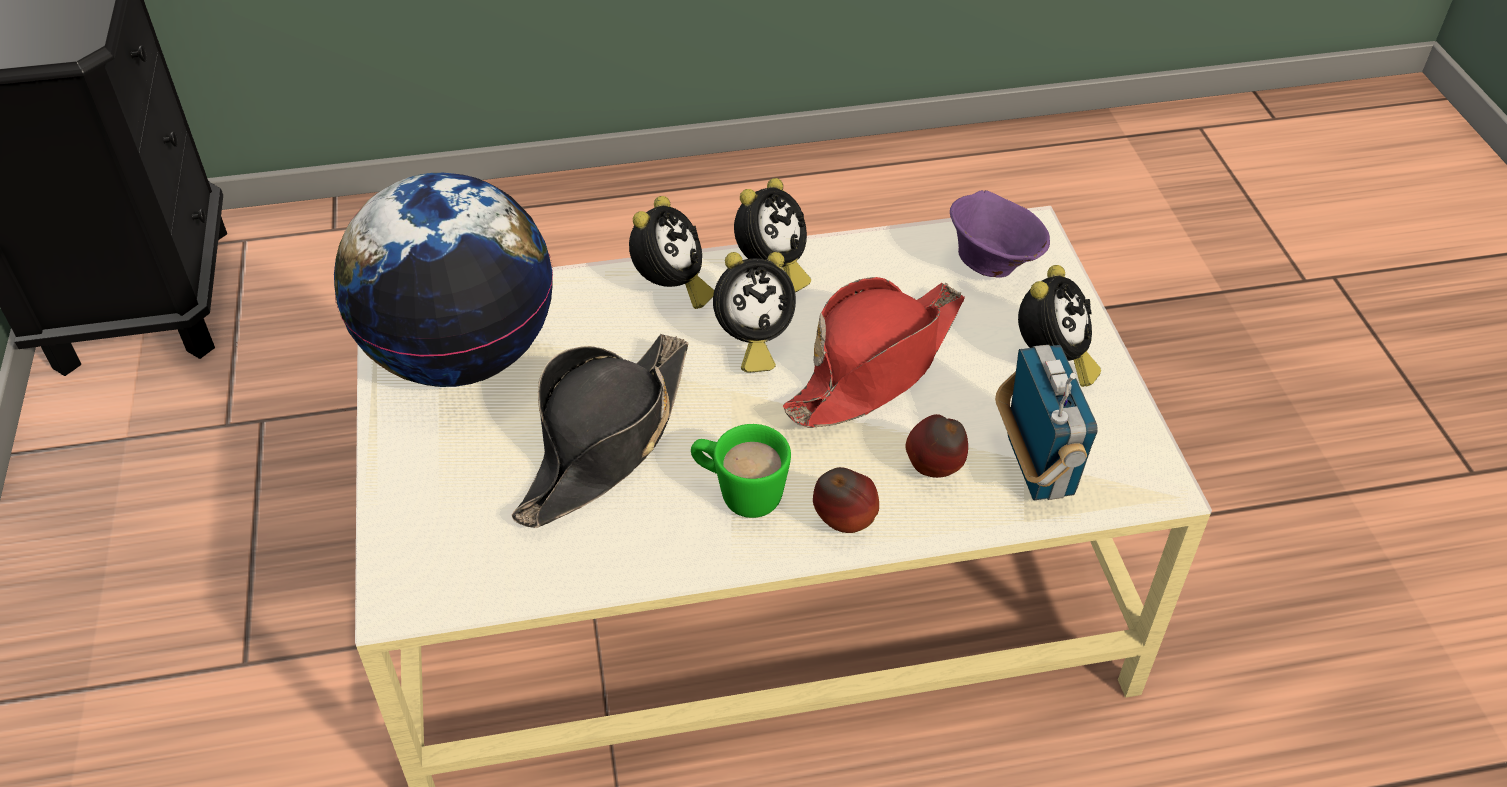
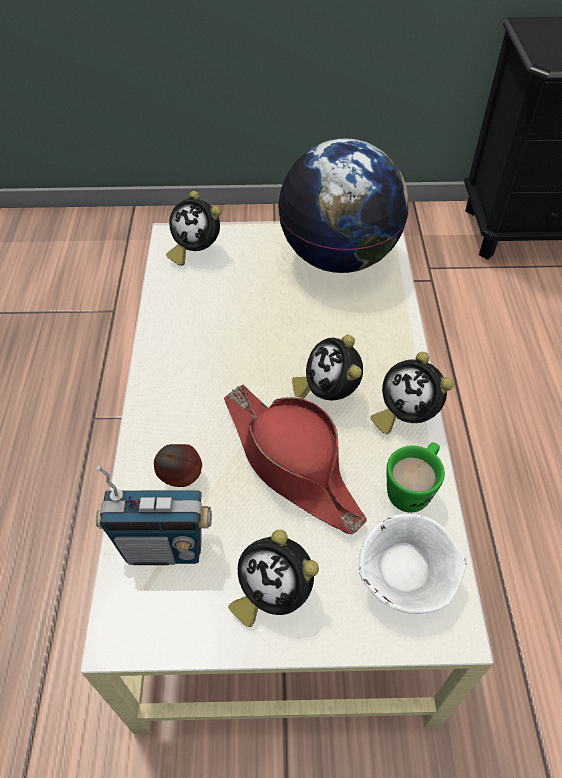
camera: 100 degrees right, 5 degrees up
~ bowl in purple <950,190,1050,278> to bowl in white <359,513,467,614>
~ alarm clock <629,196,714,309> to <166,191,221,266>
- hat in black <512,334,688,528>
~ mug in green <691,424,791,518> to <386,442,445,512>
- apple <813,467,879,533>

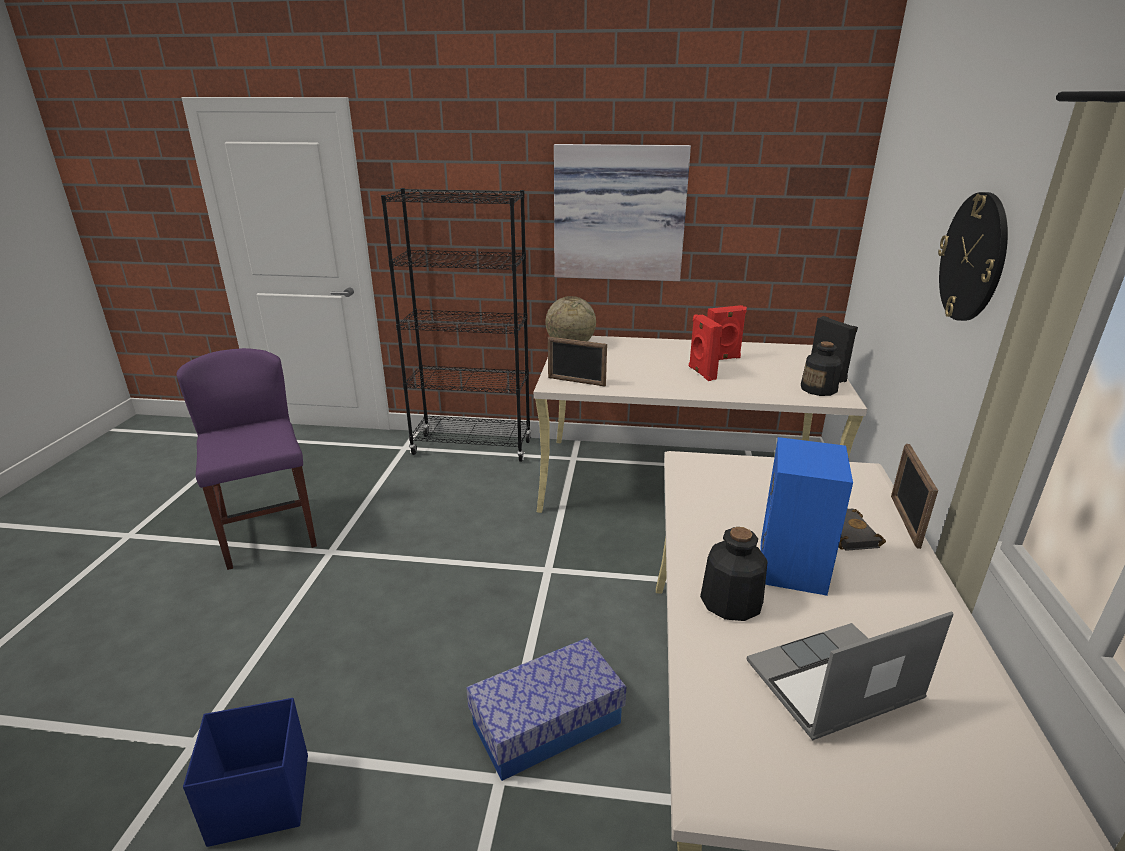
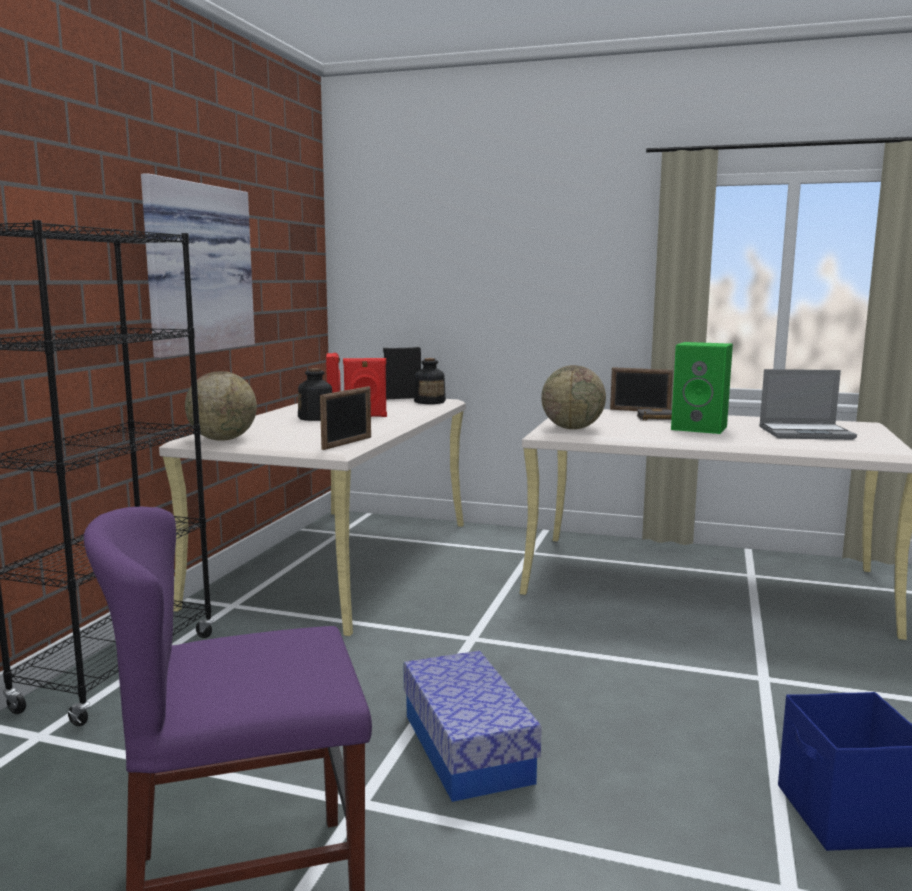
camera: 80 degrees left, 15 degrees down
- wall clock <938,192,1008,321>
~ speaker in blue <760,437,853,596> to speaker in green <671,342,733,434>
~ bottle <700,527,768,621> to <298,368,332,421>
~ laptop <746,611,954,740> = <759,369,857,440> 75 degrees counterclockwise
~ storage box <466,638,626,781> to <404,651,542,802>
+ globe <541,365,606,429>

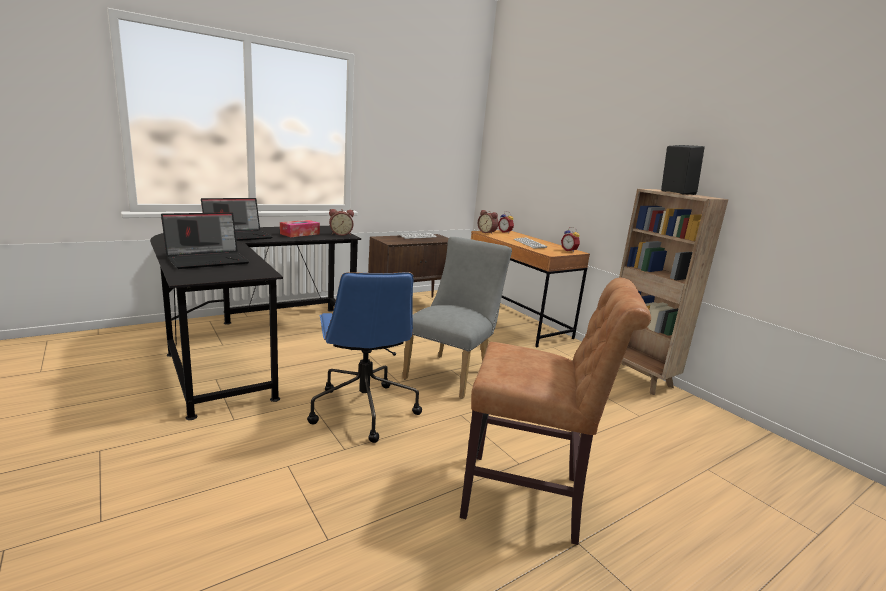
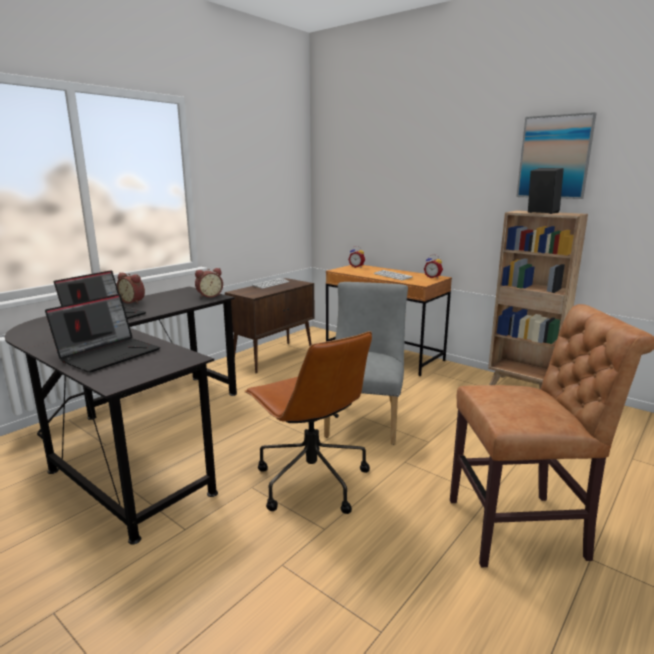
camera: 15 degrees left, 0 degrees up
~ alarm clock <478,210,499,234> to <116,273,145,304>
- tissue box <280,220,320,237>
~ office chair in blue <307,272,422,443> to office chair in brown <245,331,372,514>
+ picture <516,112,597,199>

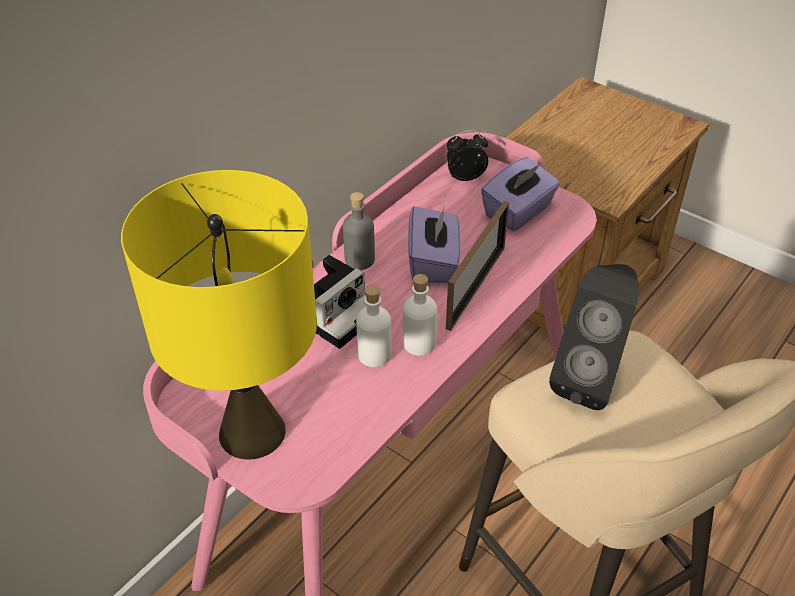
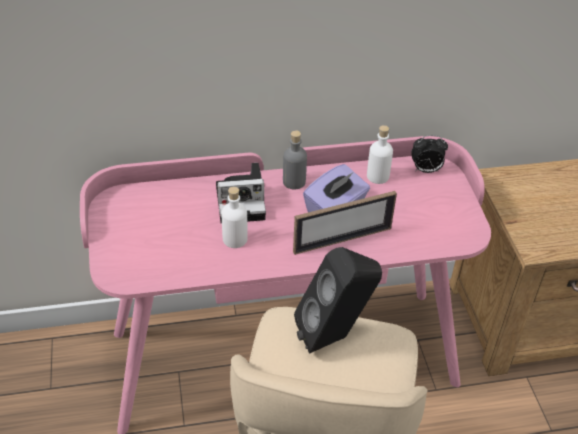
camera: 40 degrees right, 0 degrees up
~ alarm clock <447,130,488,181> = <411,135,448,173> 150 degrees clockwise
- tissue box in purple <481,157,560,231>
- table lamp in yellow <121,170,317,460>
~ bottle in white <403,274,437,356> to <367,125,393,184>

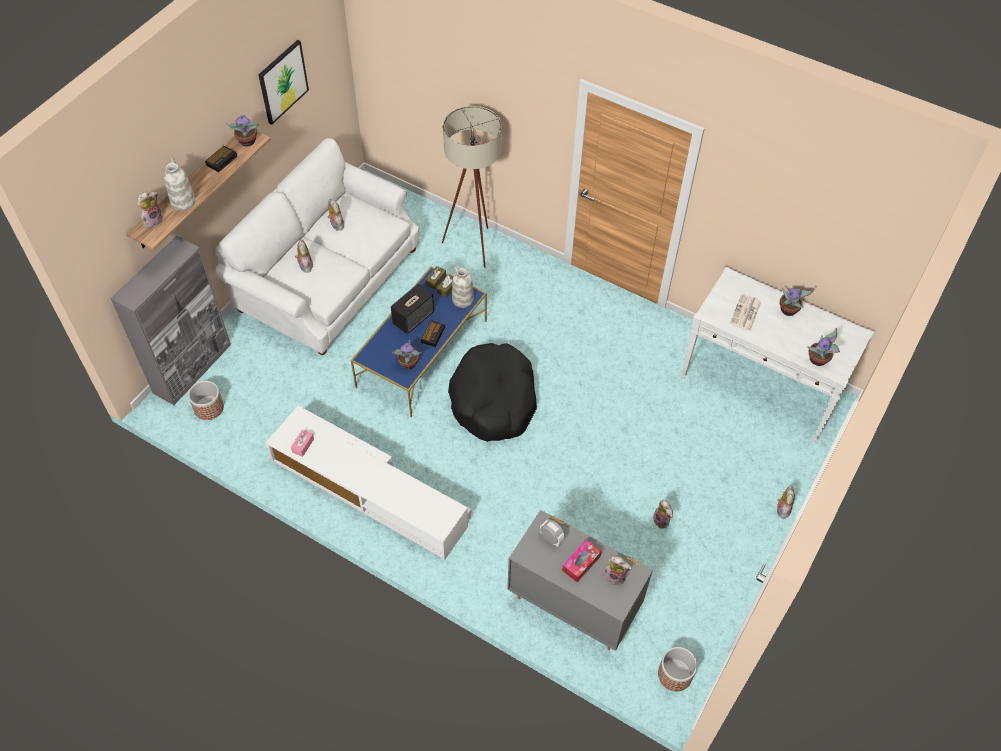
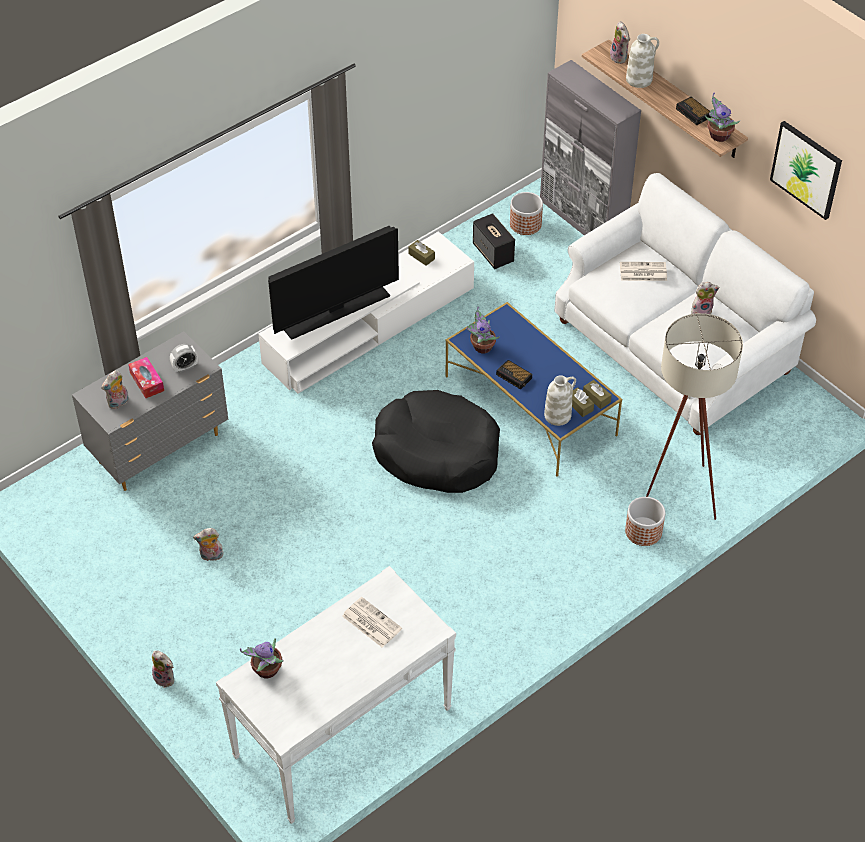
camera: 110 degrees right, 5 degrees down
~ plush toy <295,239,313,273> to newspaper <620,262,667,281>
~ speaker <391,284,434,334> to <473,213,515,269>
- potted plant <780,288,814,316>
~ tissue box in pink <291,430,314,457> to tissue box in brown <408,240,435,266>
~ planter <658,647,697,691> to <625,497,665,546>
+ television <268,226,399,340>

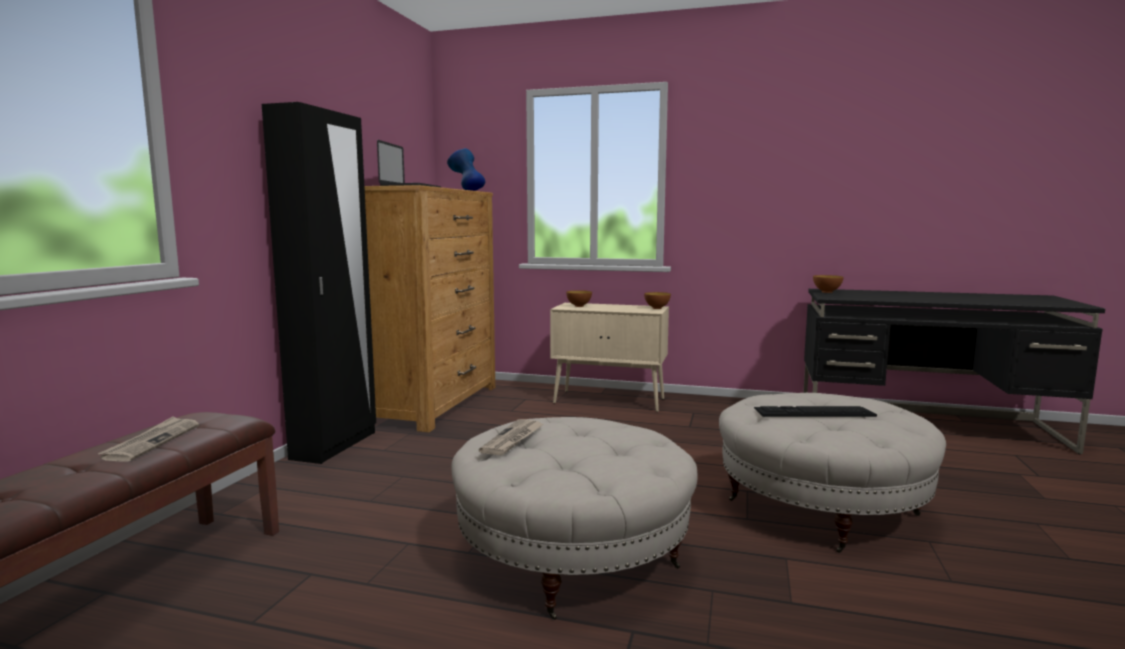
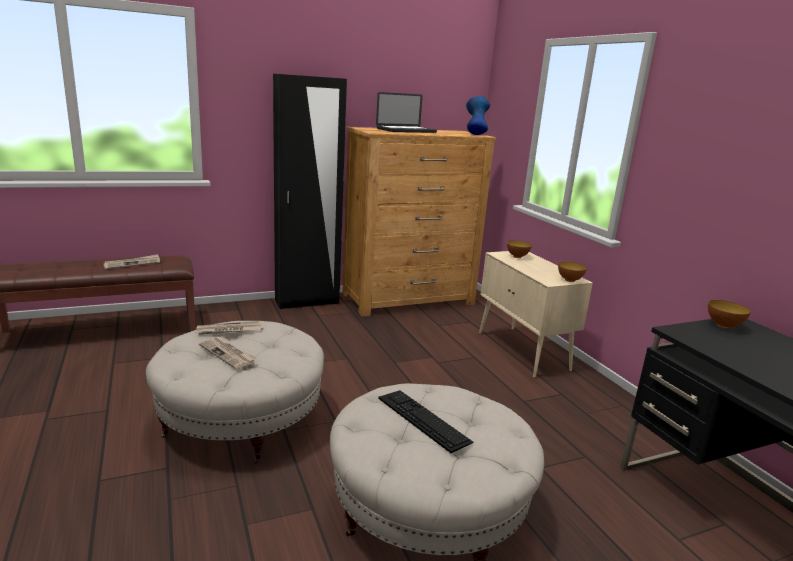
camera: 50 degrees right, 10 degrees up
+ newspaper <199,337,256,369>

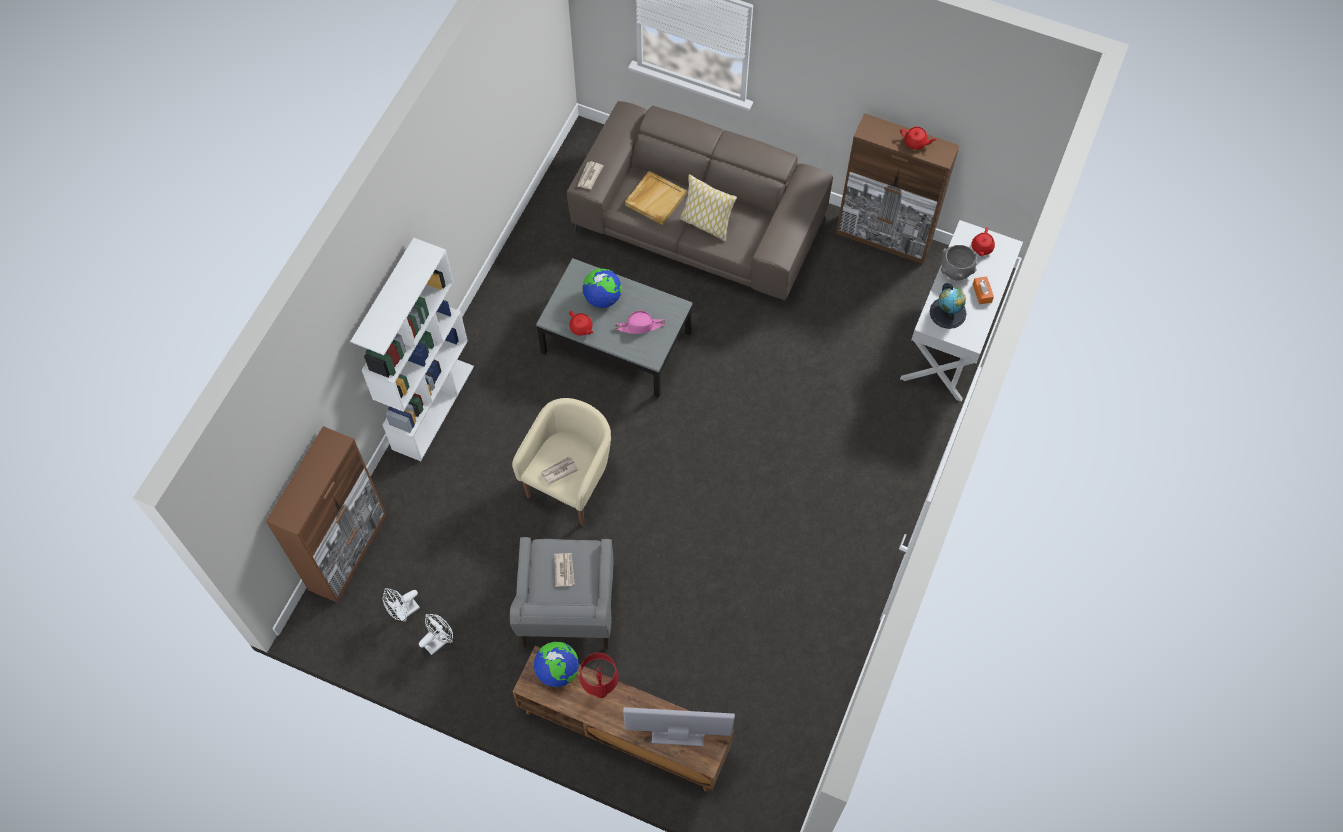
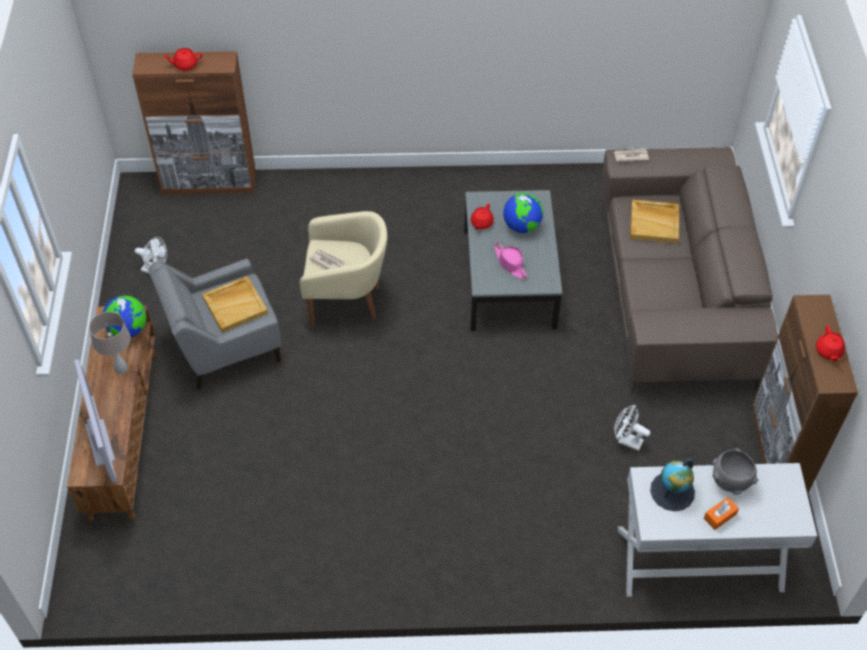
camera: 65 degrees right, 10 degrees down
- pillow <680,174,737,241>
~ teapot in red <971,227,995,256> to <164,48,202,70>
- bookcase in white <350,238,474,461>
~ newspaper <554,553,575,587> to tray in beige <202,276,268,333>
~ fan in white <383,588,420,622> to <614,405,650,451>
~ table lamp in red <580,653,619,698> to table lamp in beige <89,312,131,374>

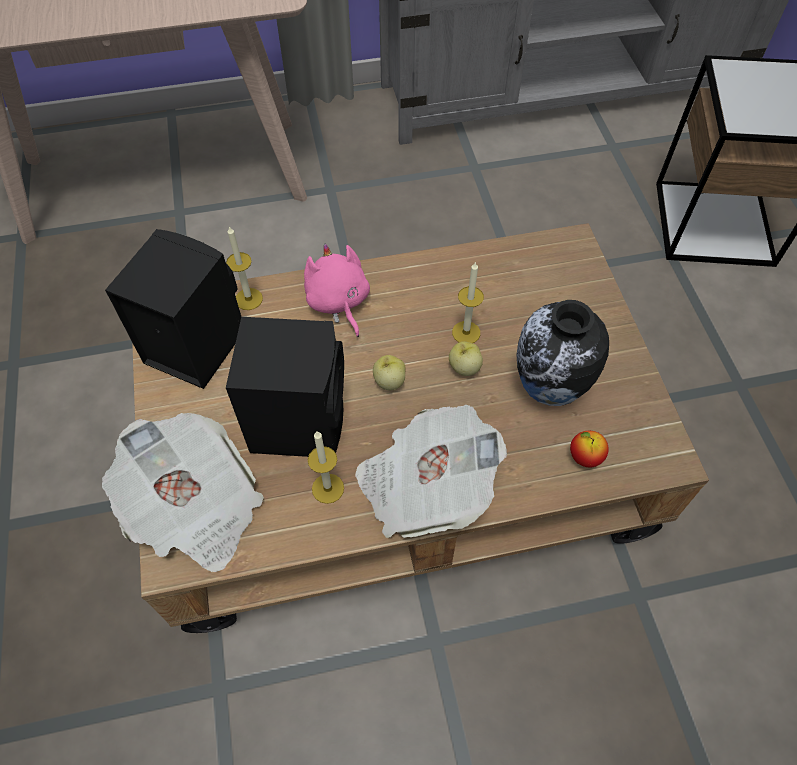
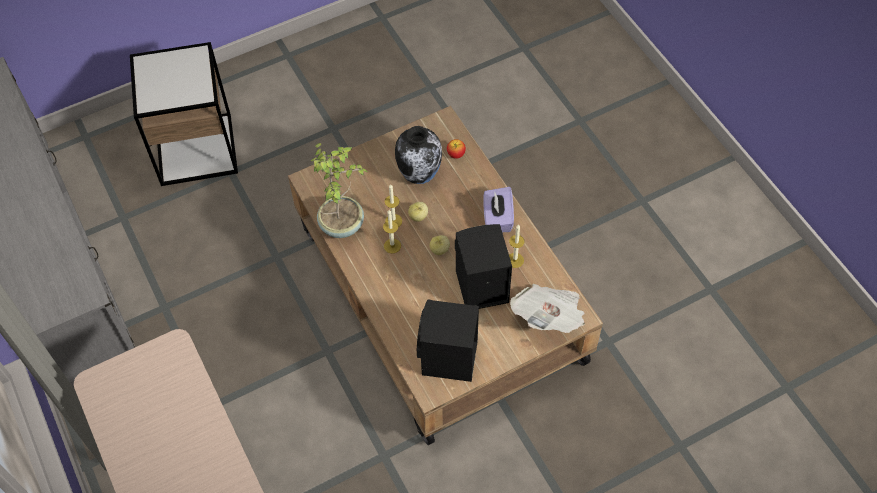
camera: 105 degrees left, 0 degrees up
~ candle <226,226,263,310> to <383,210,401,254>
- plush toy in pink <304,244,370,337>
~ newspaper <355,405,507,538> to tissue box in purple <483,187,514,232>
+ potted plant <311,143,367,238>

